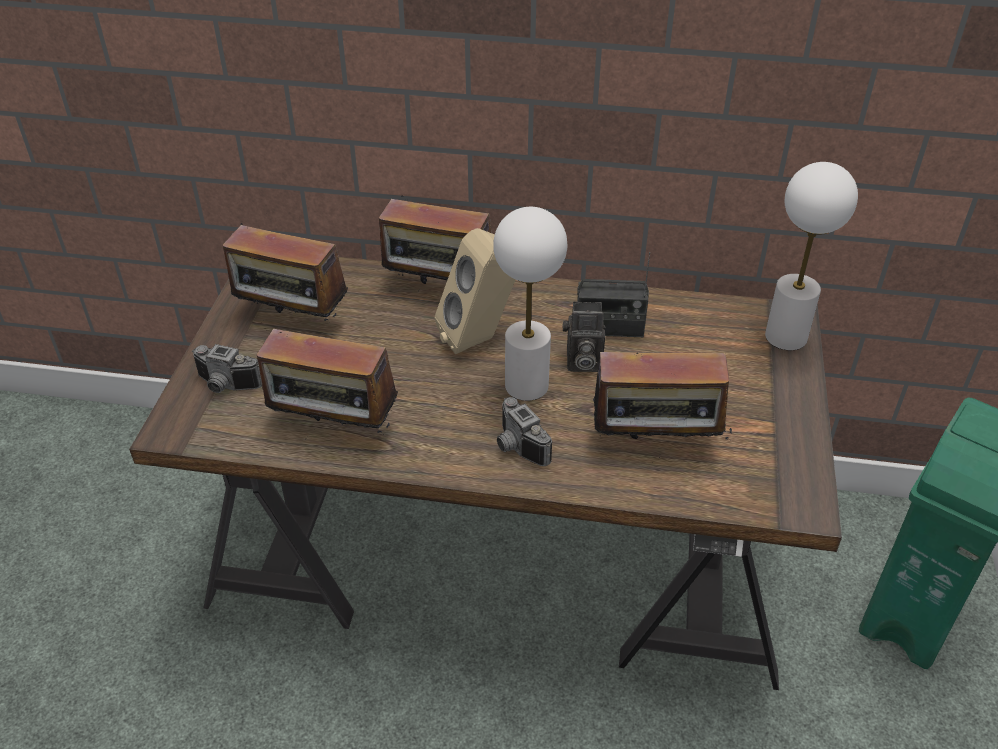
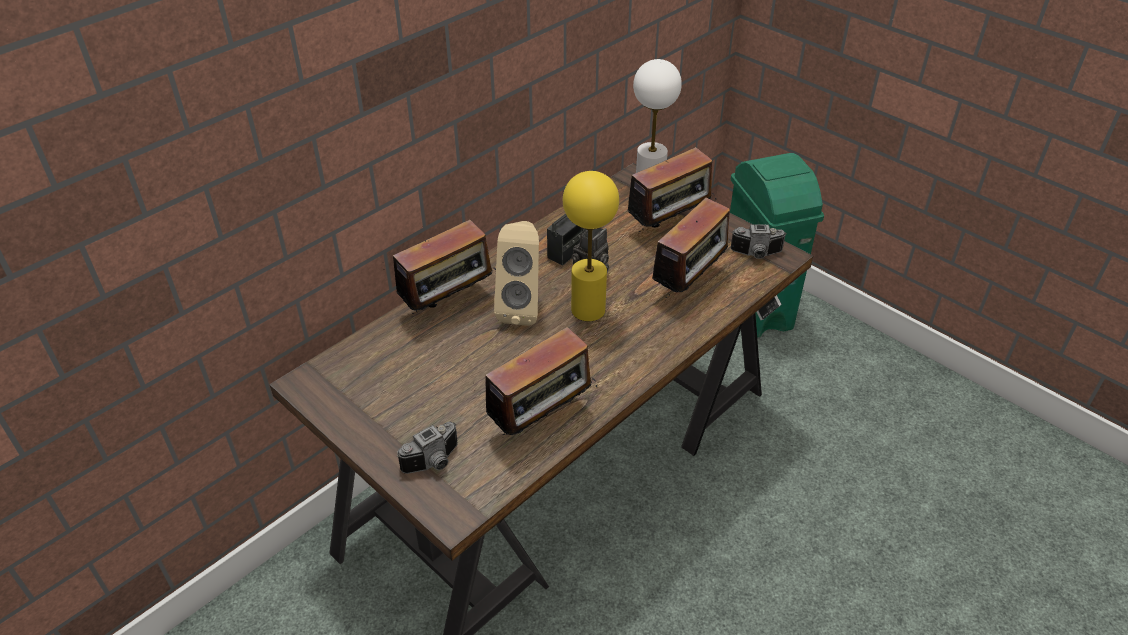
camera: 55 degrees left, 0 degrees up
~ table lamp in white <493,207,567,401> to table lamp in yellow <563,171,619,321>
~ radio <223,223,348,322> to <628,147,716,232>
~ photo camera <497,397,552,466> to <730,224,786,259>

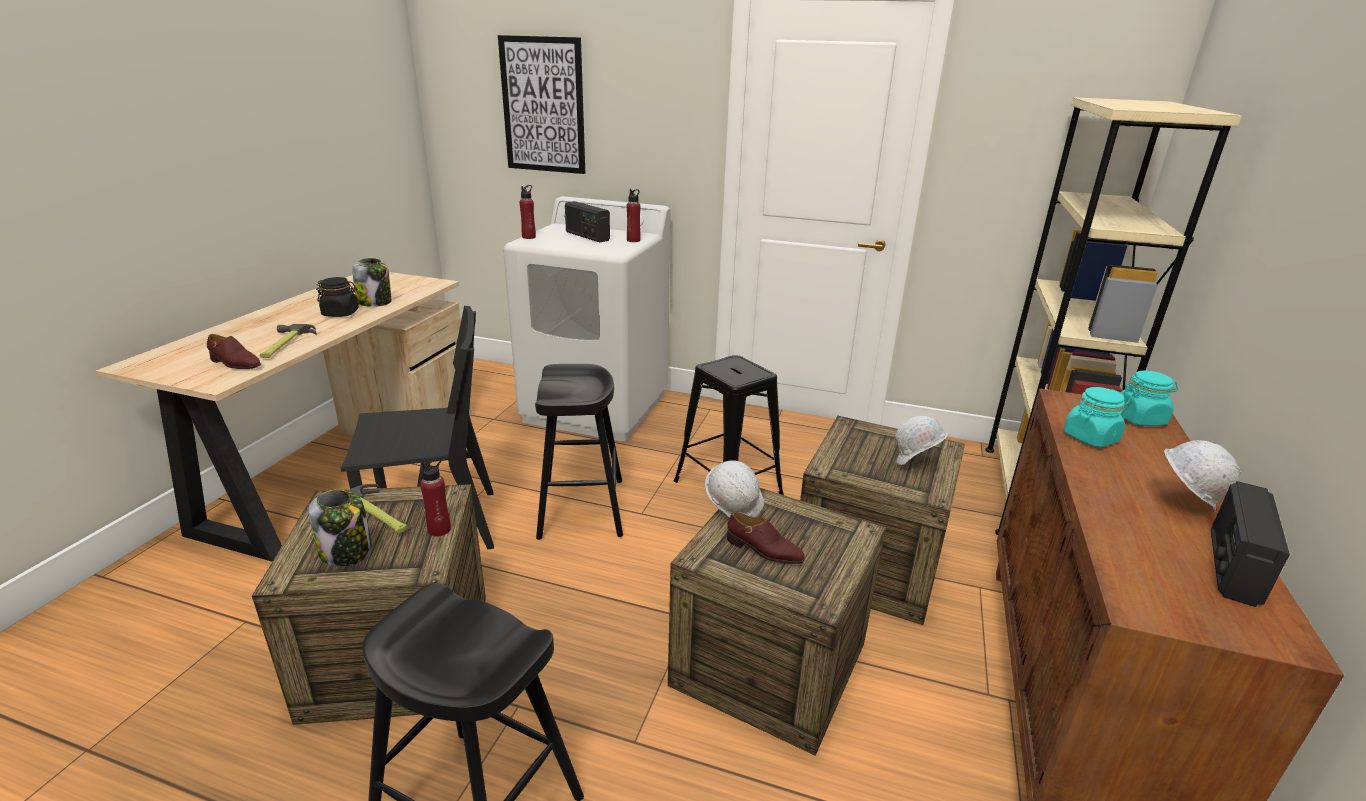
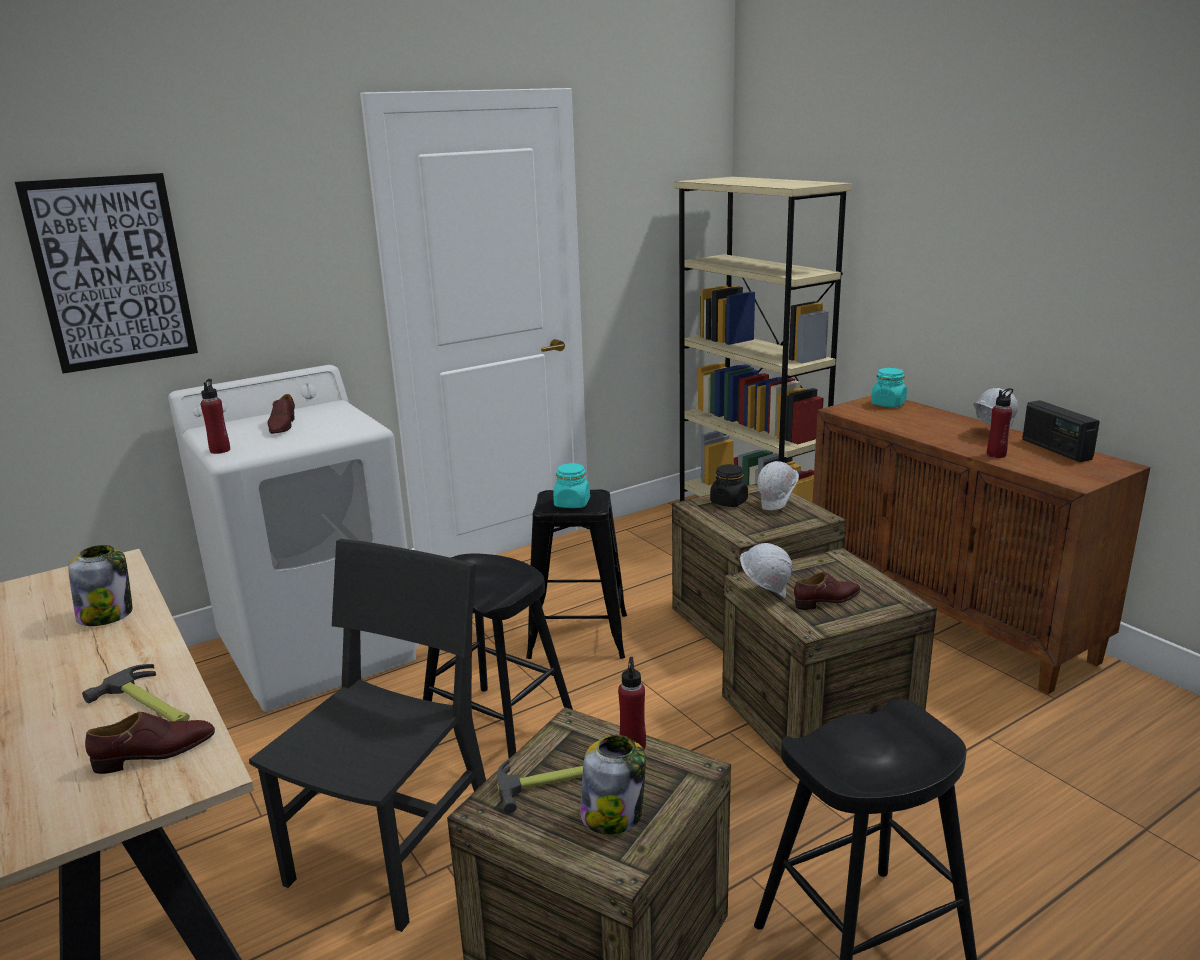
camera: 50 degrees left, 5 degrees down
~ bottle in red <627,189,641,242> to <987,388,1013,458>
~ radio <565,201,610,242> to shoe in brown <268,394,295,434>
~ jar in black <316,277,359,317> to <710,464,748,507>
~ jar in turquoise <1064,387,1125,447> to <553,463,590,508>

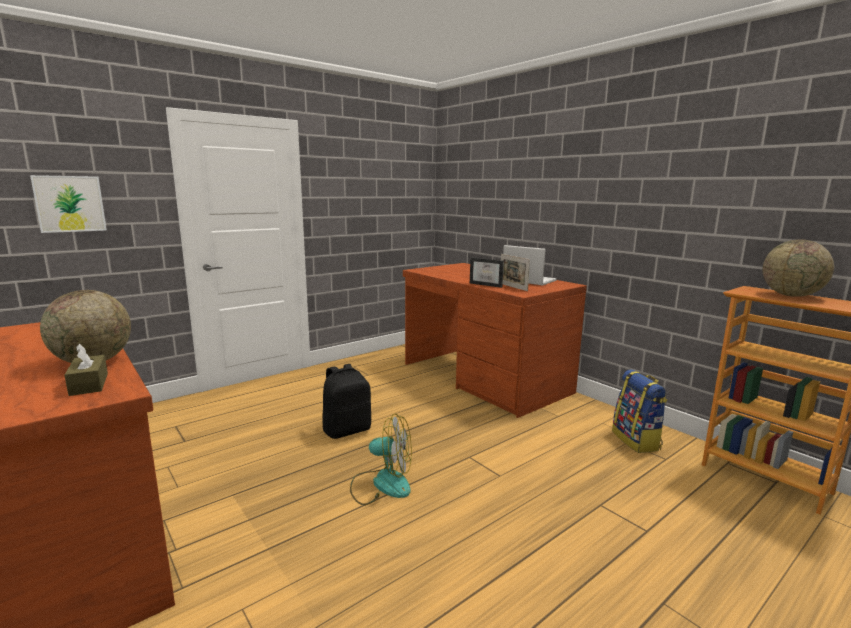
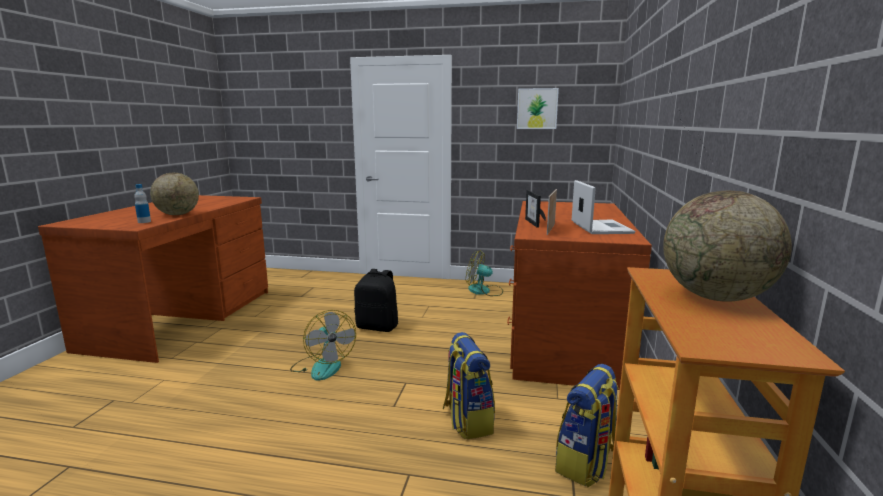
camera: 50 degrees right, 0 degrees up
~ picture <30,175,107,233> to <517,88,559,129>
~ tissue box in brown <64,344,108,396> to bottle <134,184,151,223>
+ fan <466,250,503,296>
+ backpack <443,332,495,439>

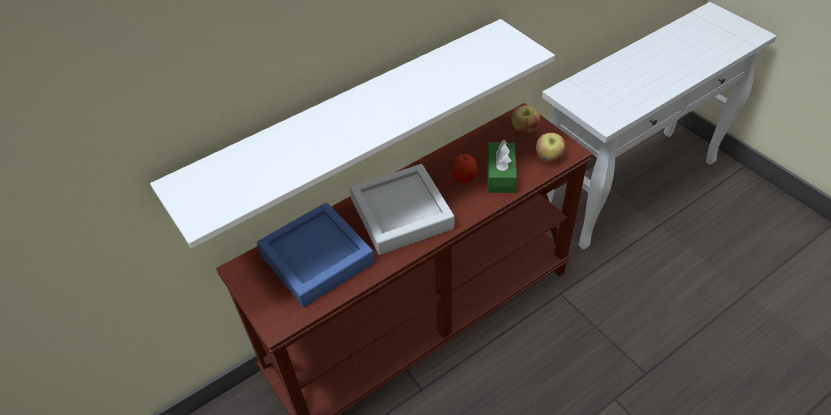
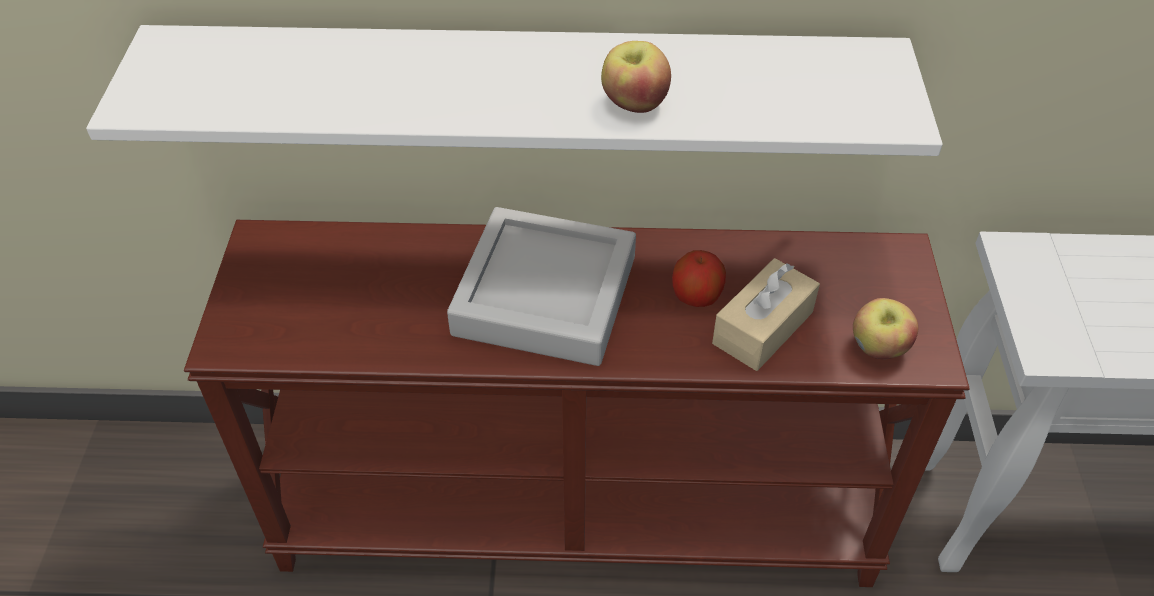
camera: 35 degrees right, 0 degrees up
~ apple <511,105,540,134> to <601,41,671,113>
~ tissue box in green <487,139,517,193> to tissue box in beige <712,258,820,371>
- tray in blue <256,202,374,307>

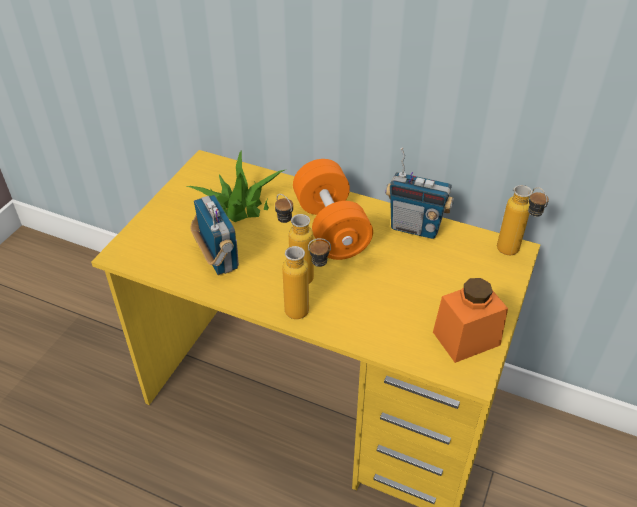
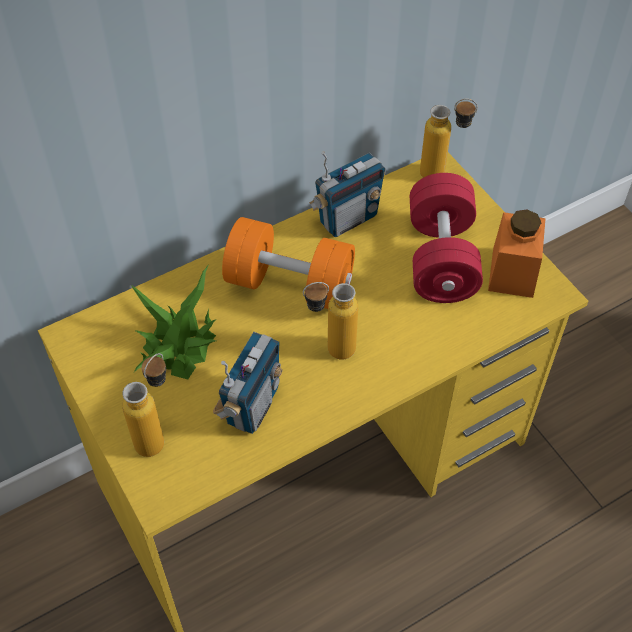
camera: 55 degrees left, 10 degrees up
~ radio <190,195,239,275> = <213,332,282,434> 105 degrees clockwise
~ bottle <282,238,331,319> to <122,353,166,457>
+ dumbbell in red <410,173,483,303>

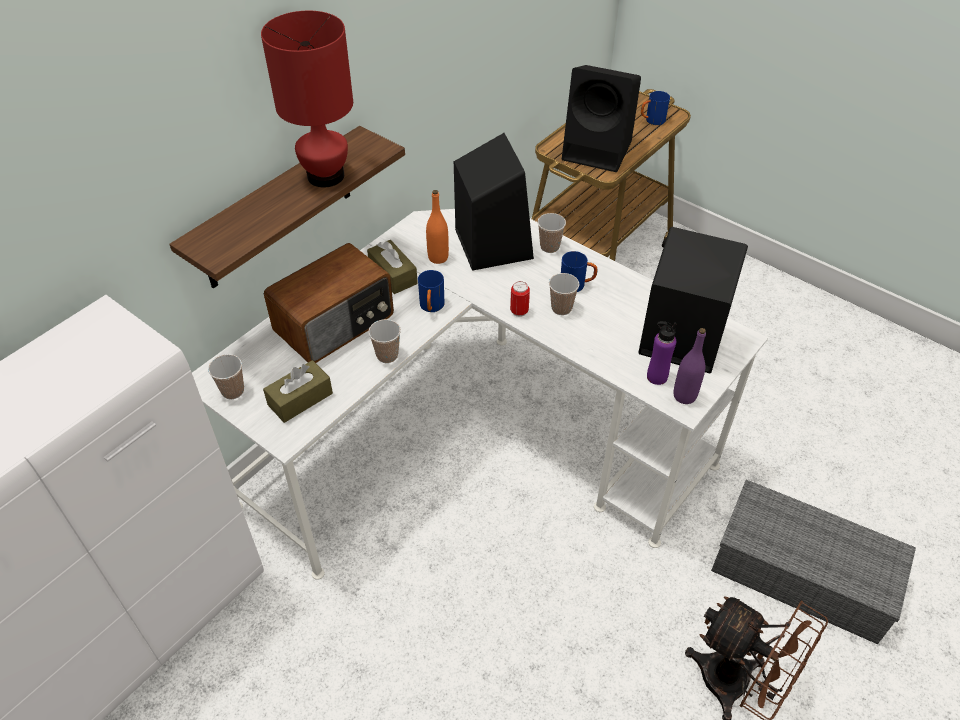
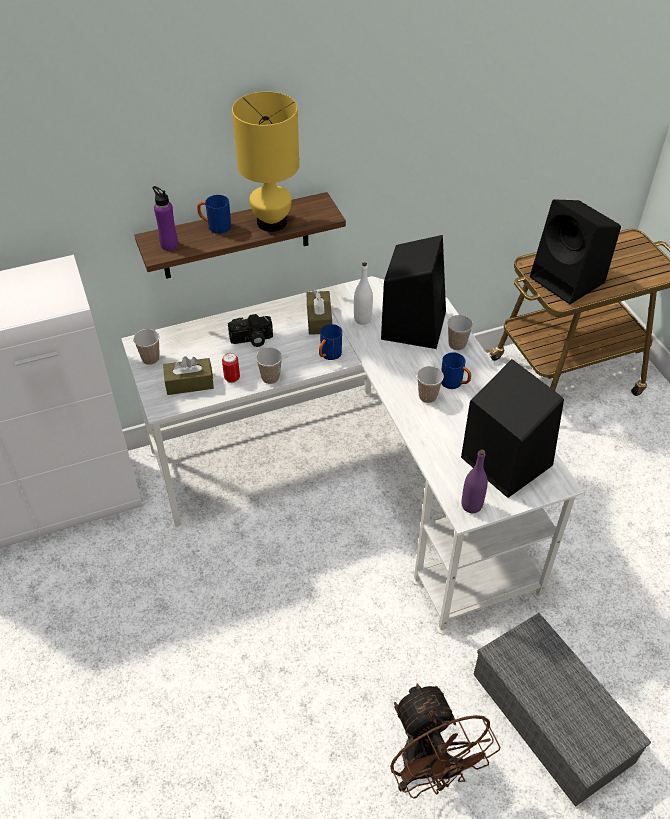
camera: 30 degrees right, 0 degrees up
~ table lamp in red <261,11,353,187> to table lamp in yellow <232,92,299,232>
~ mug in blue <641,91,670,125> to <197,195,231,234>
~ bottle in orange <426,190,449,264> to bottle in white <354,262,373,325>
~ radio <264,243,394,363> to photo camera <228,314,273,347>
~ can <510,281,530,317> to <222,353,240,383>
~ bottle in purple <647,321,676,385> to <152,186,178,251>

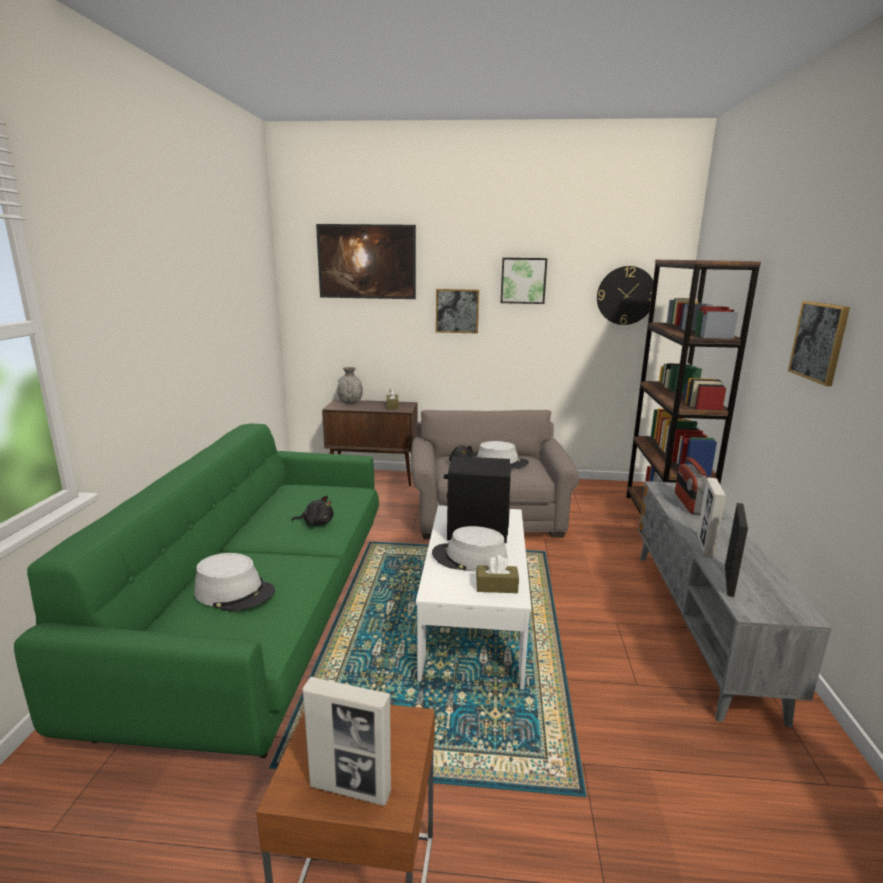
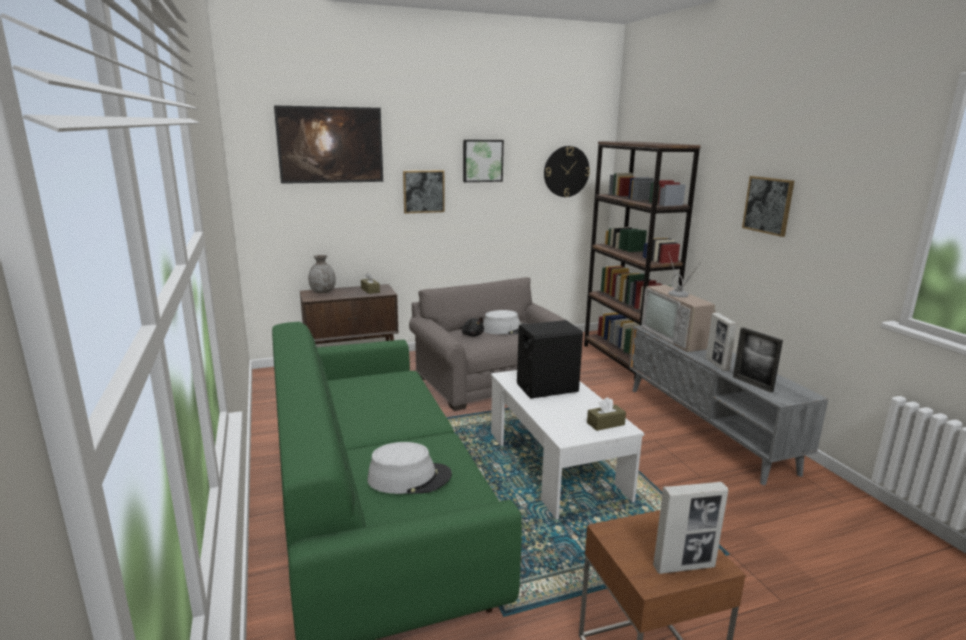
camera: 25 degrees left, 0 degrees up
~ radio <675,457,708,514> to television <641,252,716,352>
- plush toy in black <291,496,334,526>
~ picture frame <725,503,748,597> = <733,327,783,392> 150 degrees clockwise
- hat in grey <432,526,508,572>

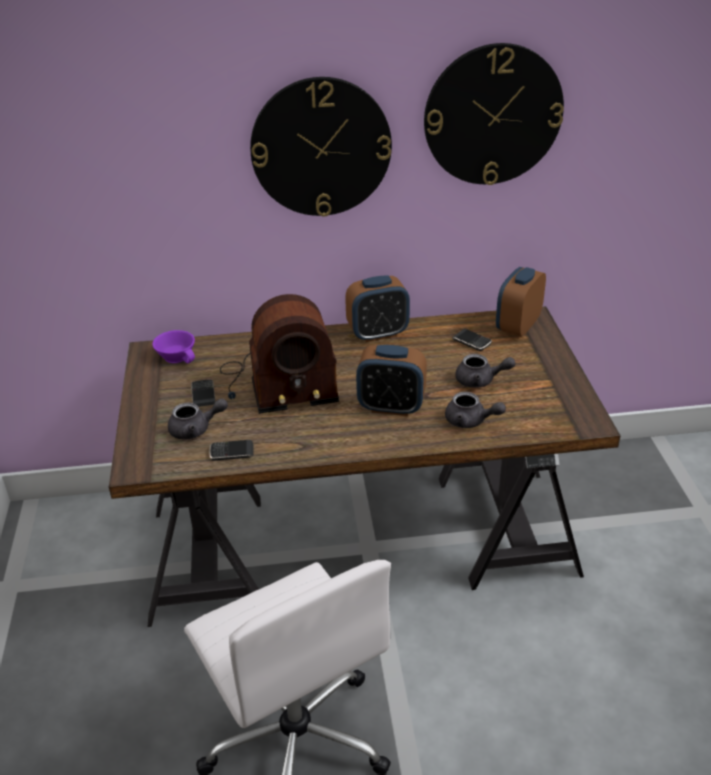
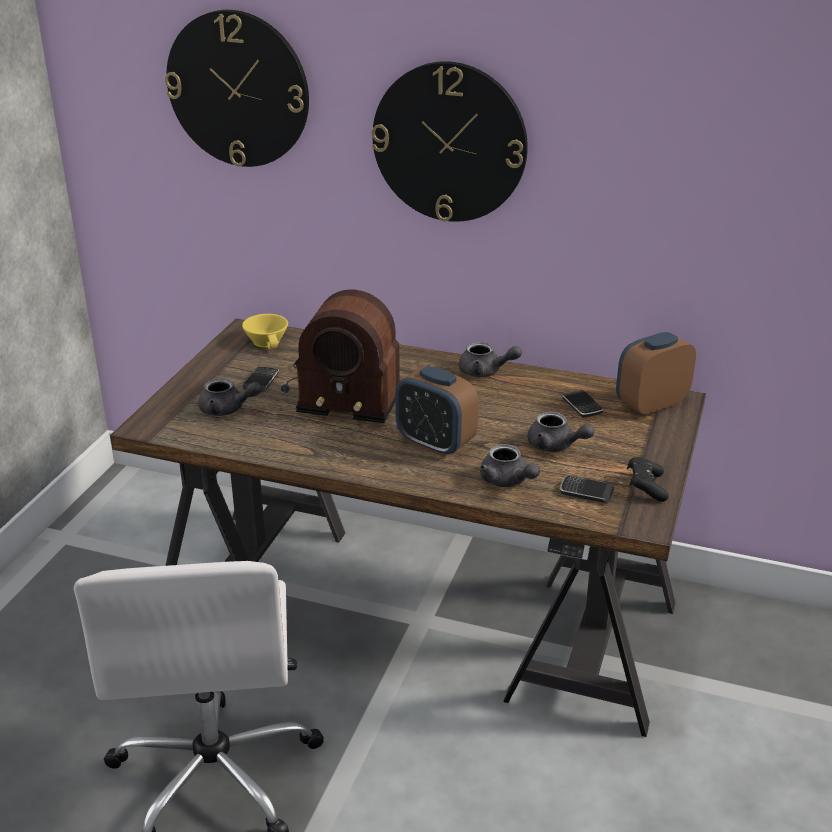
camera: 25 degrees right, 5 degrees down
~ wall clock <424,43,564,185> to <165,10,309,167>
~ alarm clock <345,276,410,342> to teapot in grey <459,342,522,377>
~ cup in purple <152,330,195,363> to cup in yellow <242,314,288,349>
~ phone <209,440,254,461> to <560,476,614,503>
+ game controller in black <627,457,669,502>

